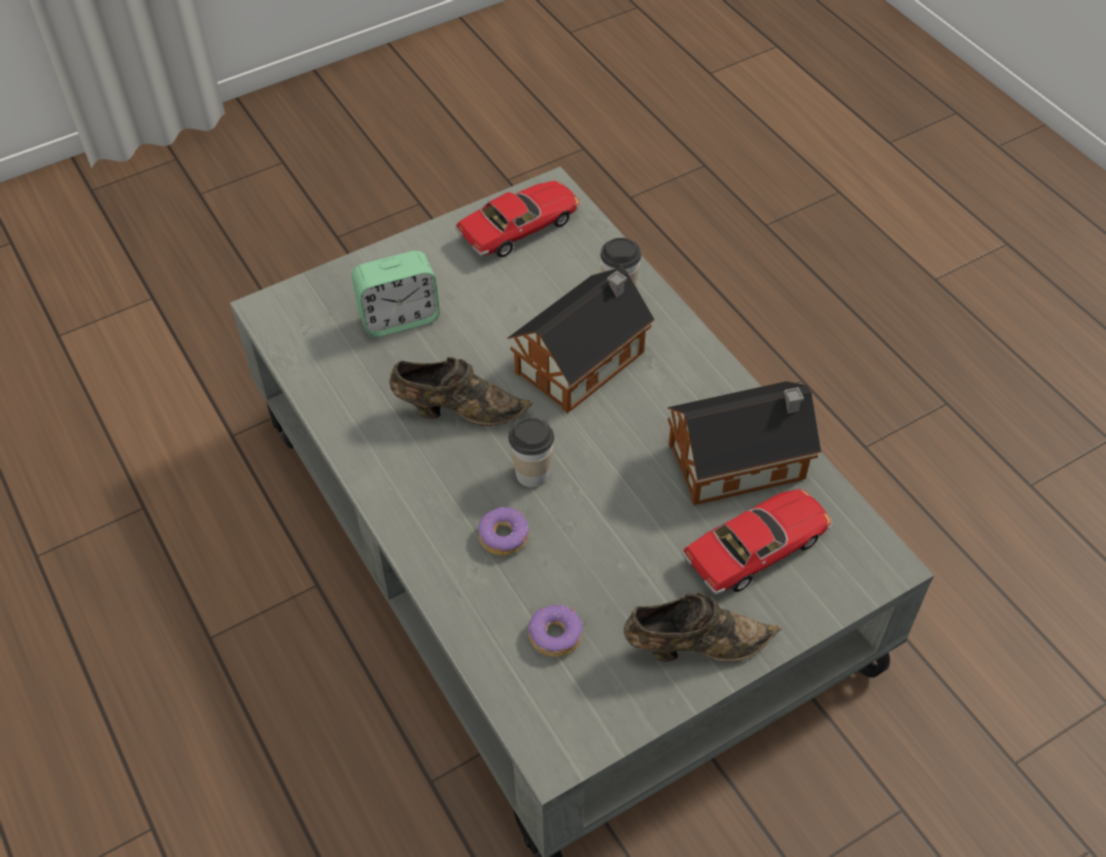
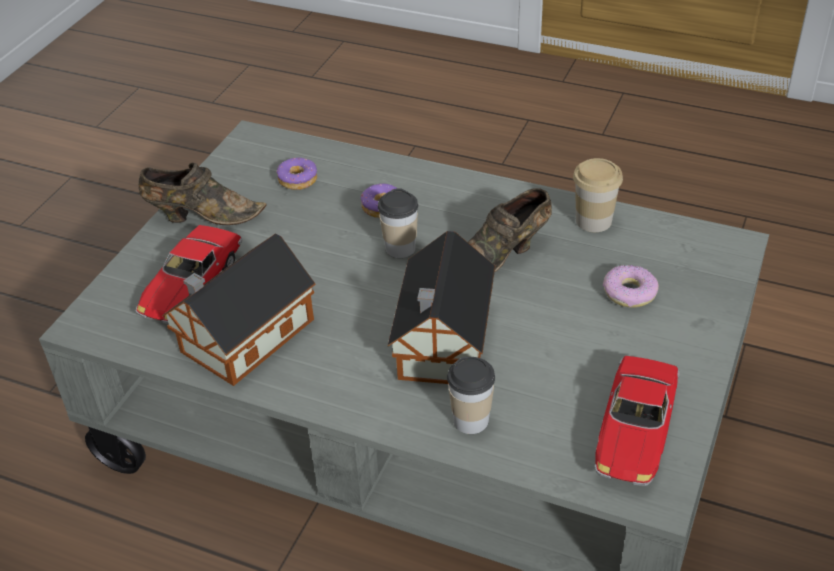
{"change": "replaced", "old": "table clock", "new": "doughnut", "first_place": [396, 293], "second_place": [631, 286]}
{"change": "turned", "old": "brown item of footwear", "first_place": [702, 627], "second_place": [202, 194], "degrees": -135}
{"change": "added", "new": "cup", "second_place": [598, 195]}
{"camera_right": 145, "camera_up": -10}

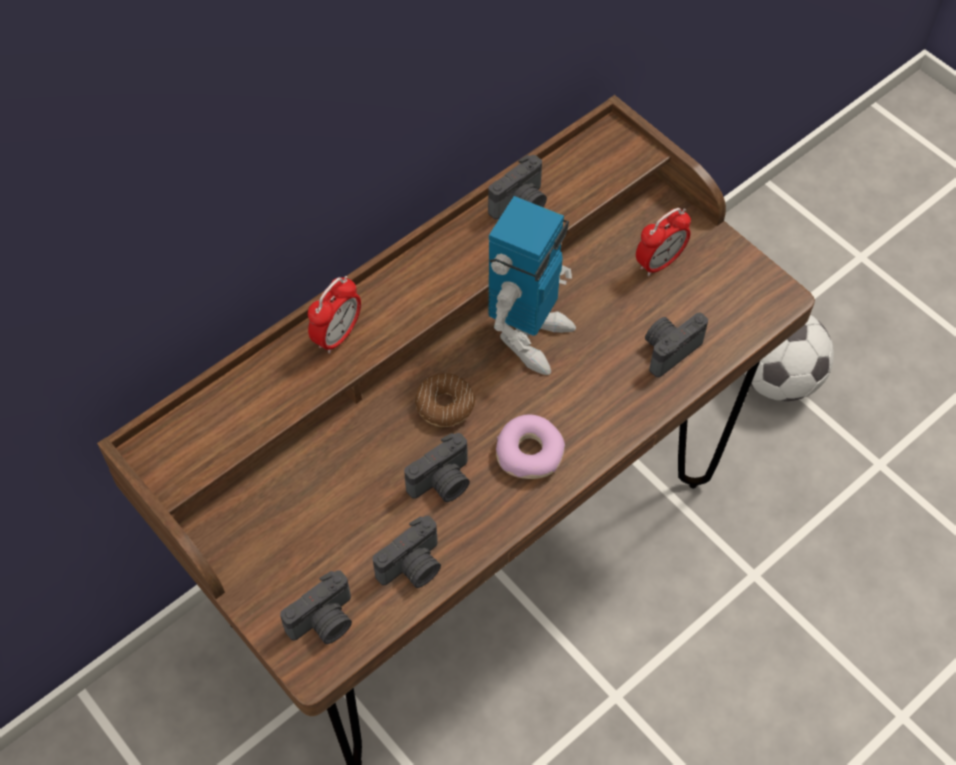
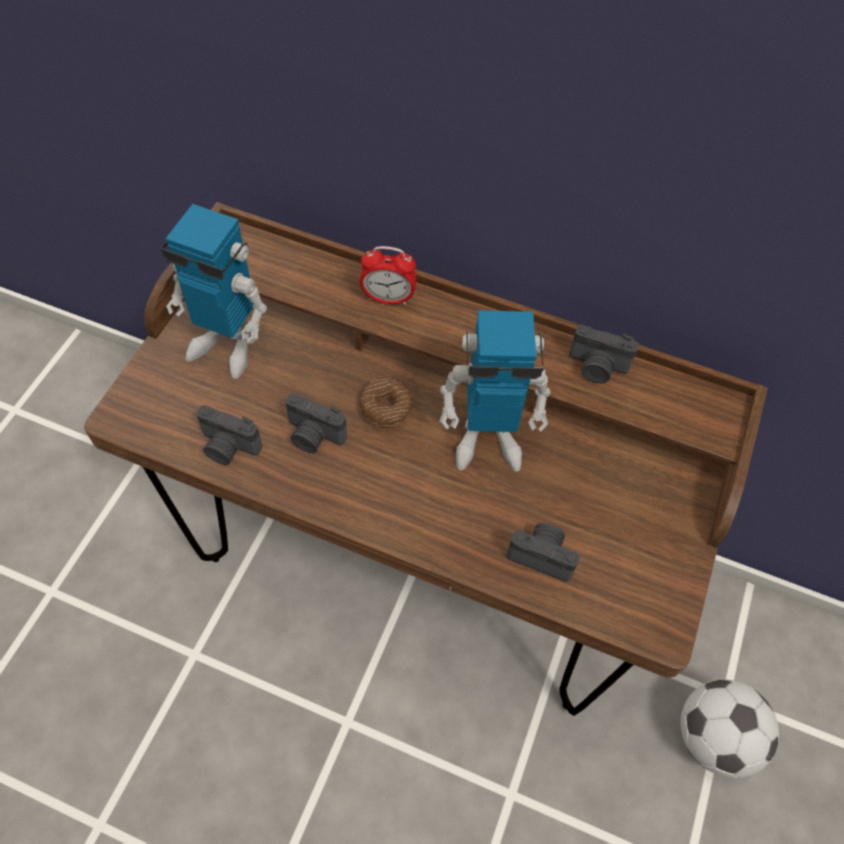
{"change": "removed", "old": "still camera", "first_place": [316, 607]}
{"change": "removed", "old": "doughnut", "first_place": [530, 447]}
{"change": "removed", "old": "table clock", "first_place": [663, 242]}
{"change": "added", "new": "toy robot", "second_place": [214, 291]}
{"camera_right": 60, "camera_up": 0}

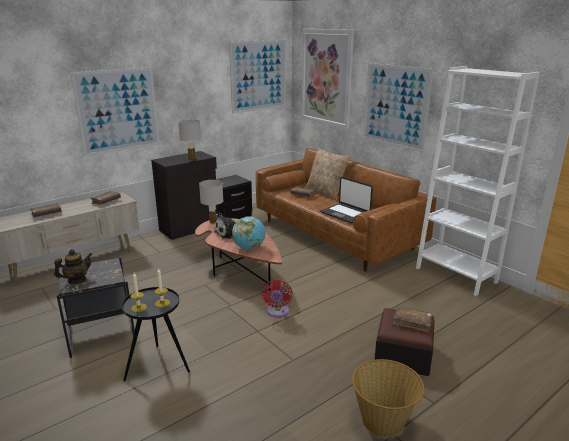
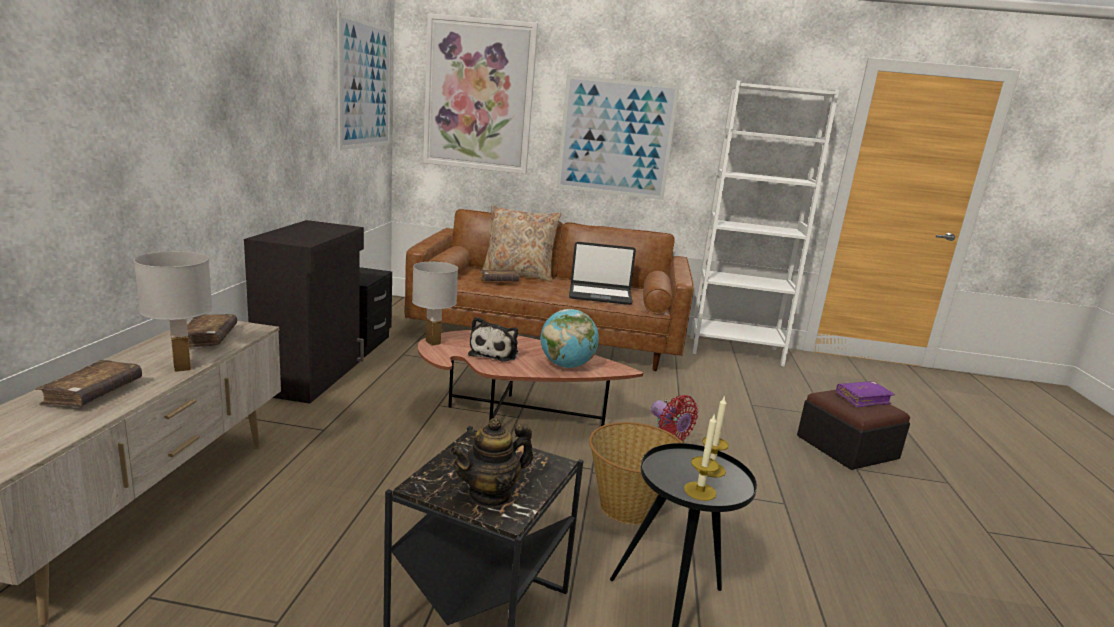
{"change": "turned", "old": "tea pot", "first_place": [73, 266], "second_place": [491, 462], "degrees": -135}
{"change": "removed", "old": "wall art", "first_place": [115, 111]}
{"change": "moved", "old": "whitish table lamp", "first_place": [189, 139], "second_place": [173, 311]}
{"change": "moved", "old": "basket", "first_place": [388, 398], "second_place": [636, 473]}
{"change": "recoloured", "old": "brown bound book", "new": "purple-coloured bound book", "first_place": [412, 319], "second_place": [865, 394]}
{"camera_right": -45, "camera_up": -5}

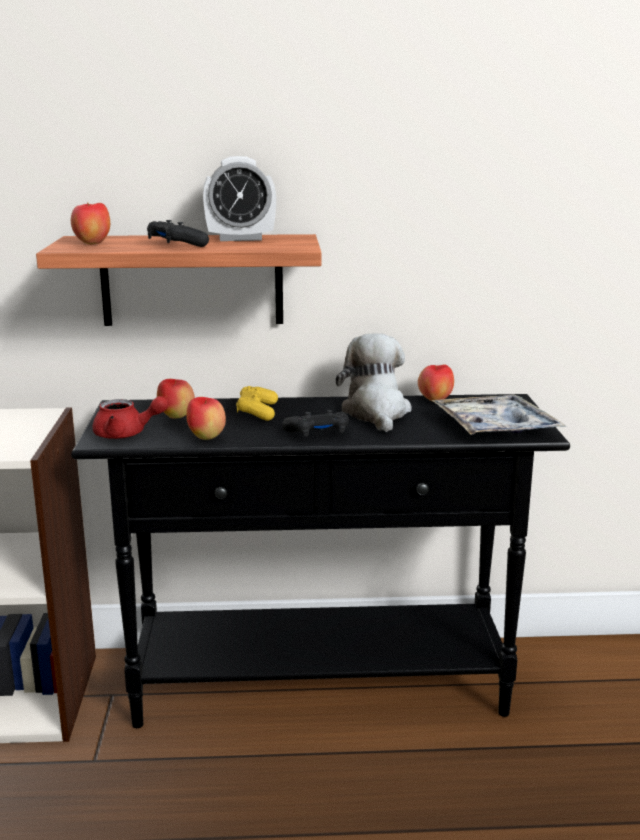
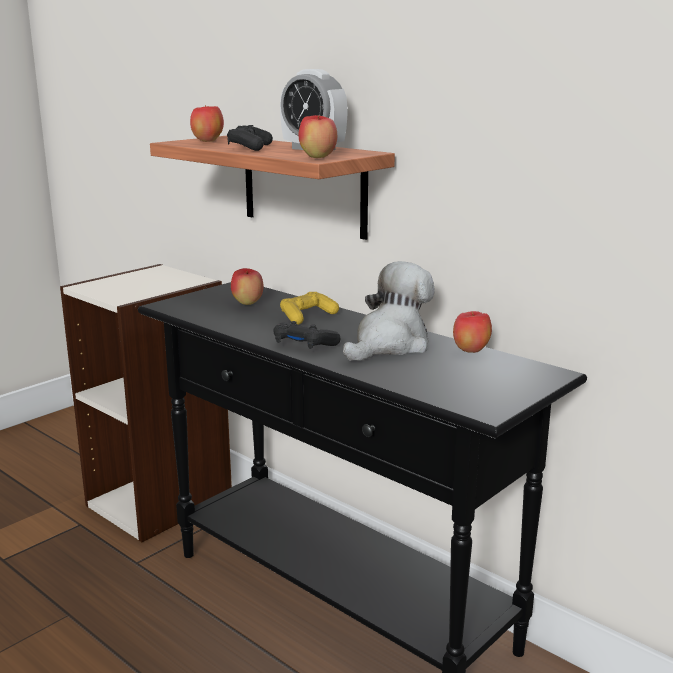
{"change": "removed", "old": "red-coloured tea pot", "first_place": [130, 417]}
{"change": "moved", "old": "whole apple", "first_place": [206, 418], "second_place": [318, 136]}
{"change": "removed", "old": "serving tray", "first_place": [499, 415]}
{"camera_right": 45, "camera_up": 0}

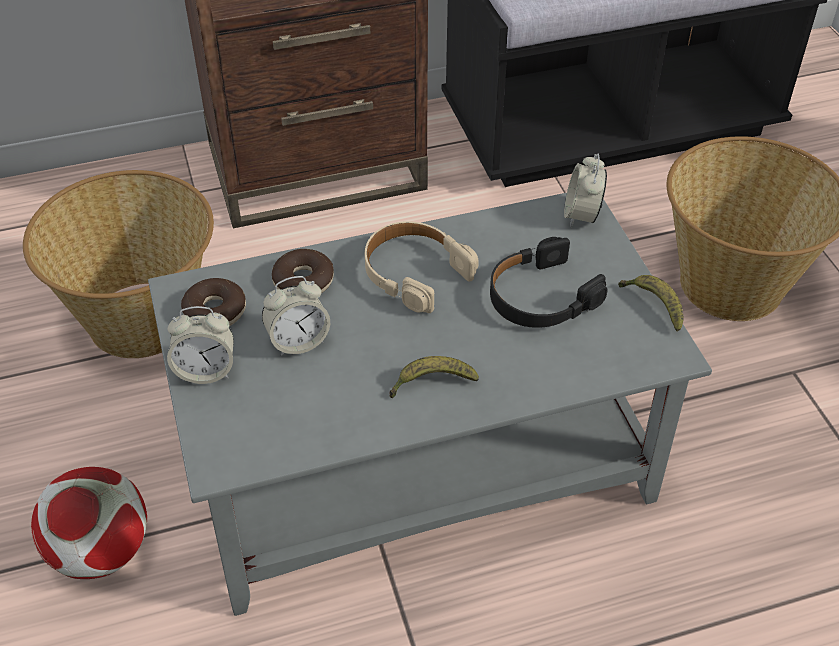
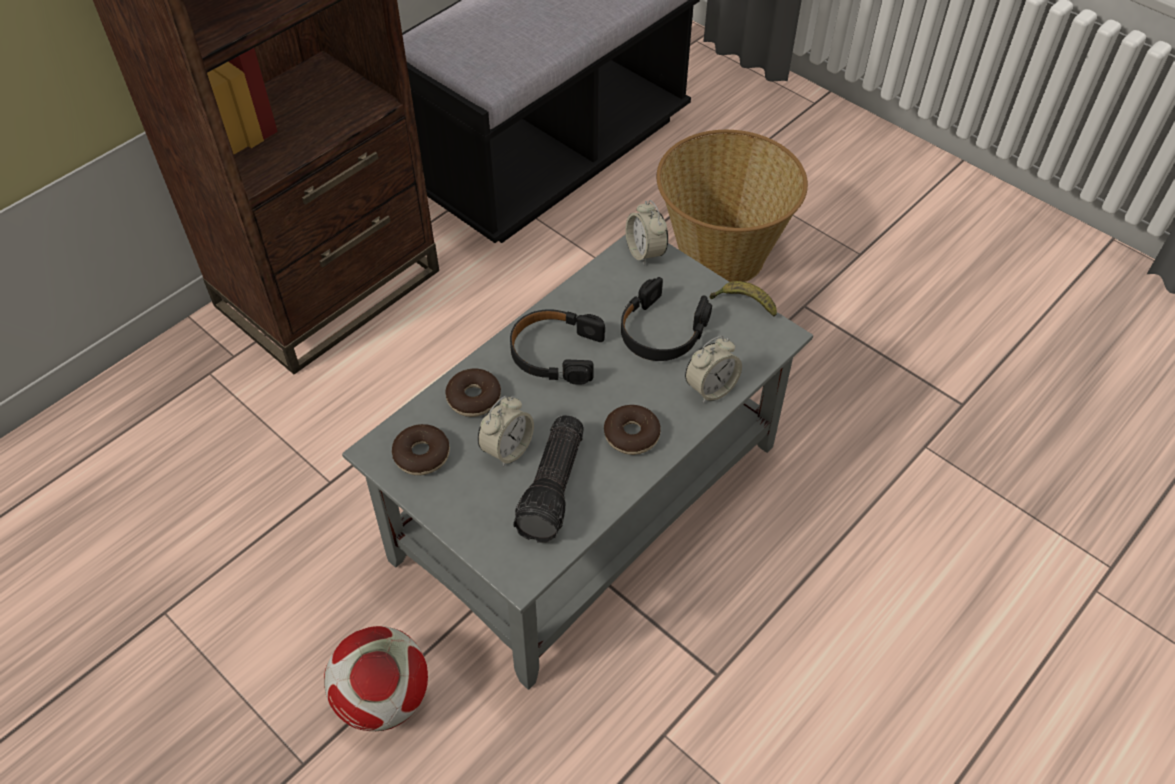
{"change": "removed", "old": "basket", "first_place": [118, 264]}
{"change": "moved", "old": "table clock", "first_place": [200, 345], "second_place": [713, 369]}
{"change": "recoloured", "old": "sand-coloured headphones", "new": "black-coloured headphones", "first_place": [422, 267], "second_place": [557, 347]}
{"change": "replaced", "old": "banana", "new": "doughnut", "first_place": [434, 377], "second_place": [632, 430]}
{"change": "added", "new": "flashlight", "second_place": [548, 479]}
{"camera_right": -30, "camera_up": 5}

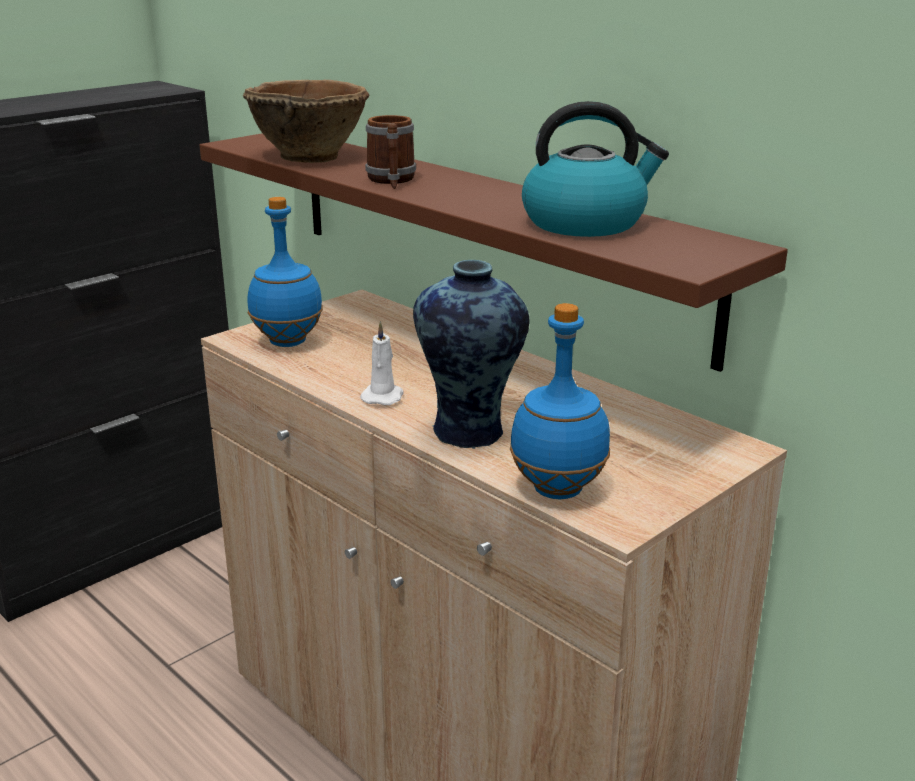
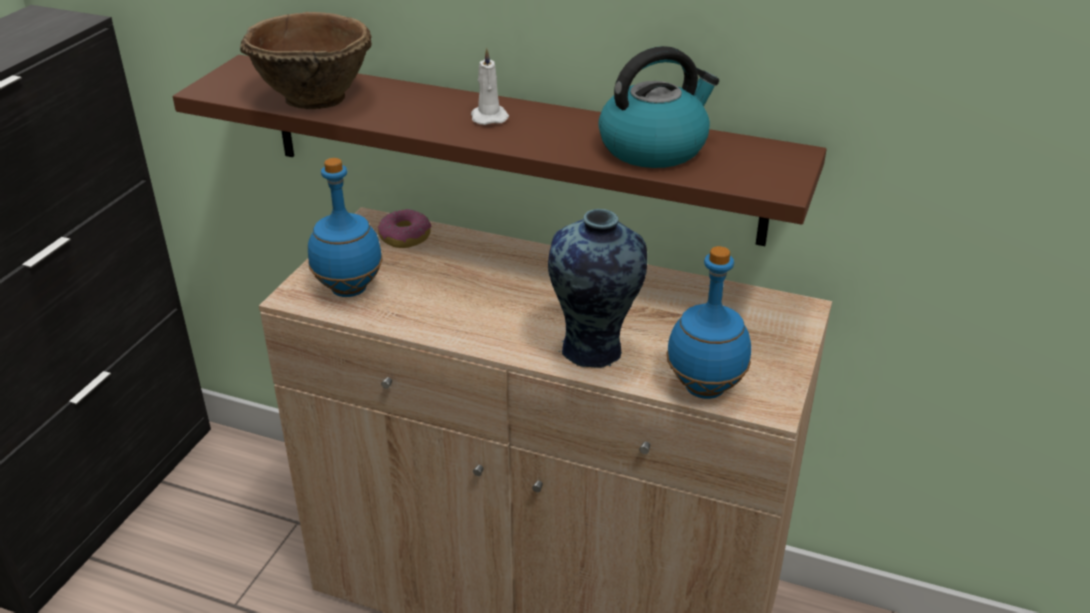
{"change": "moved", "old": "whitish wax light", "first_place": [382, 363], "second_place": [490, 86]}
{"change": "removed", "old": "coffee mug", "first_place": [390, 152]}
{"change": "added", "new": "doughnut", "second_place": [404, 228]}
{"camera_right": -25, "camera_up": 10}

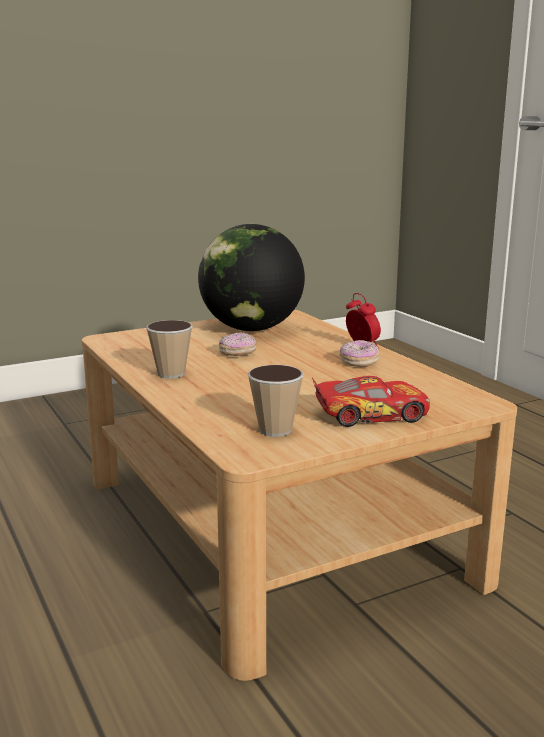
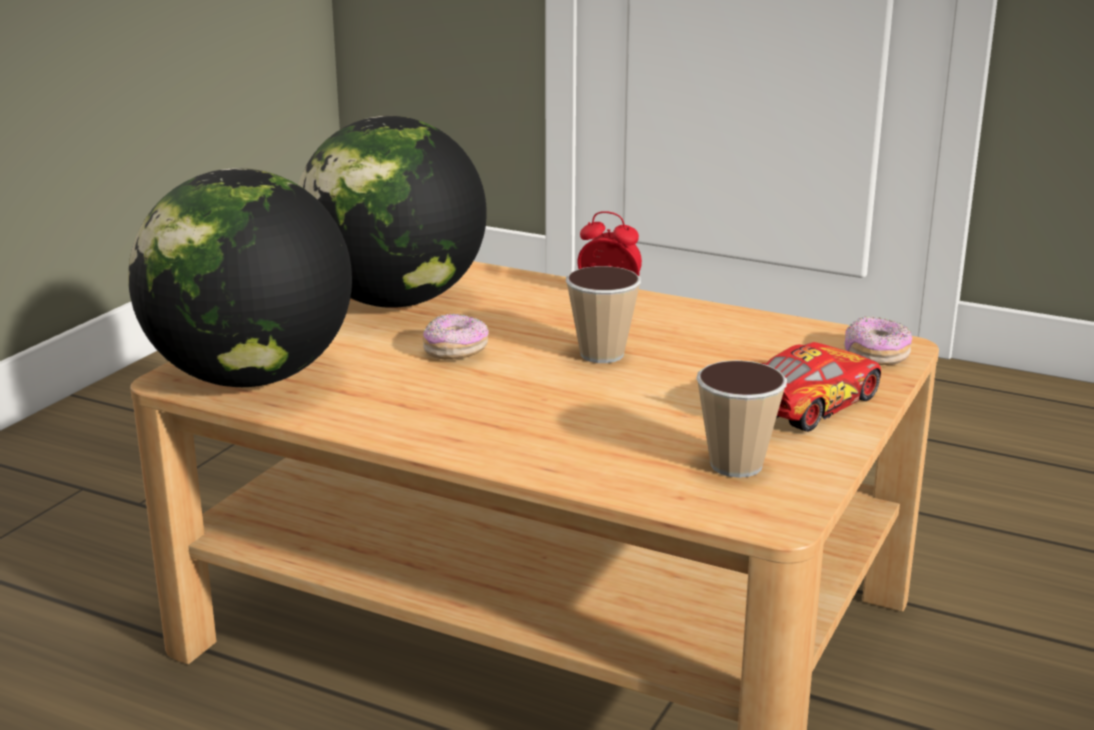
{"change": "moved", "old": "cup", "first_place": [169, 349], "second_place": [603, 314]}
{"change": "moved", "old": "doughnut", "first_place": [360, 353], "second_place": [878, 340]}
{"change": "added", "new": "desk globe", "second_place": [240, 277]}
{"camera_right": -35, "camera_up": 5}

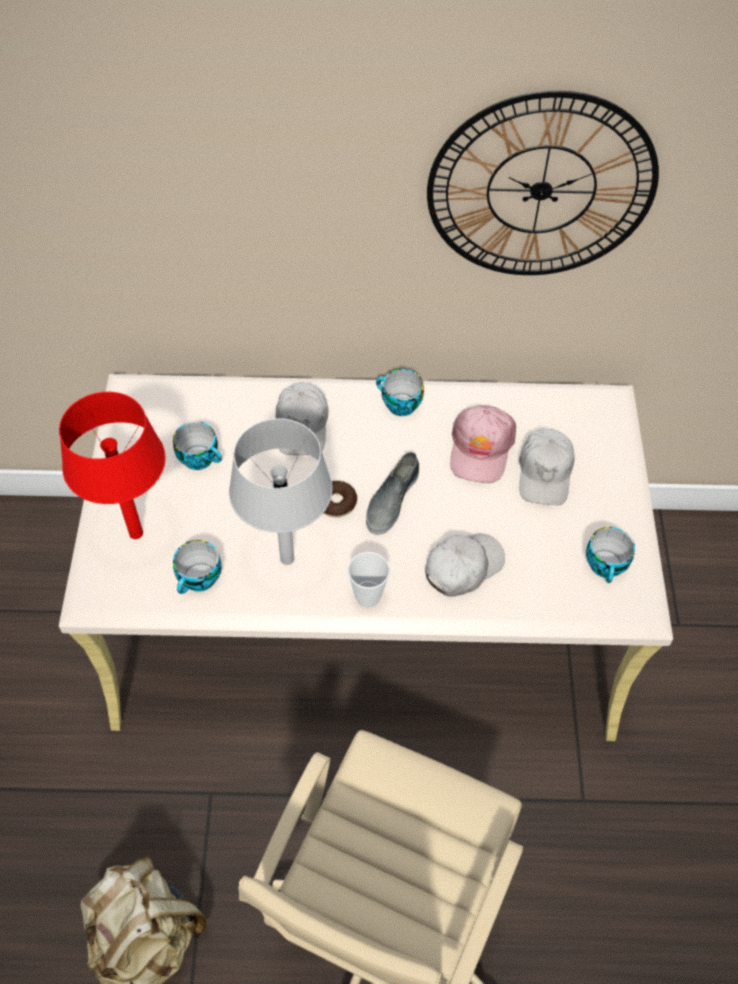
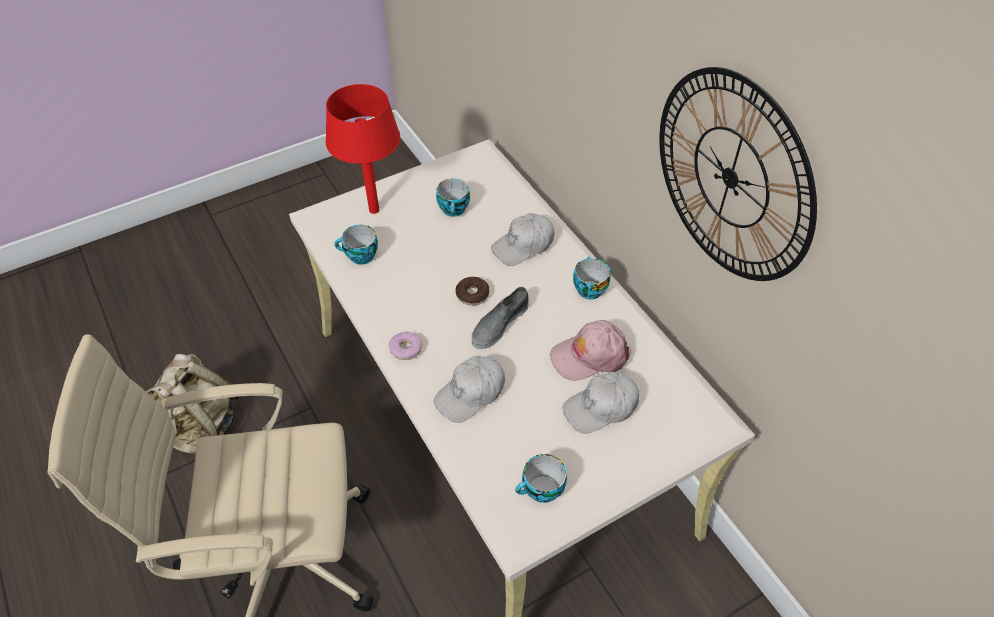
{"change": "removed", "old": "gray table lamp", "first_place": [281, 491]}
{"change": "replaced", "old": "cup", "new": "doughnut", "first_place": [369, 580], "second_place": [405, 346]}
{"change": "turned", "old": "gray item of footwear", "first_place": [392, 493], "second_place": [500, 318], "degrees": -45}
{"change": "turned", "old": "whitish peaked cap", "first_place": [465, 565], "second_place": [469, 389], "degrees": 120}
{"camera_right": 60, "camera_up": -5}

